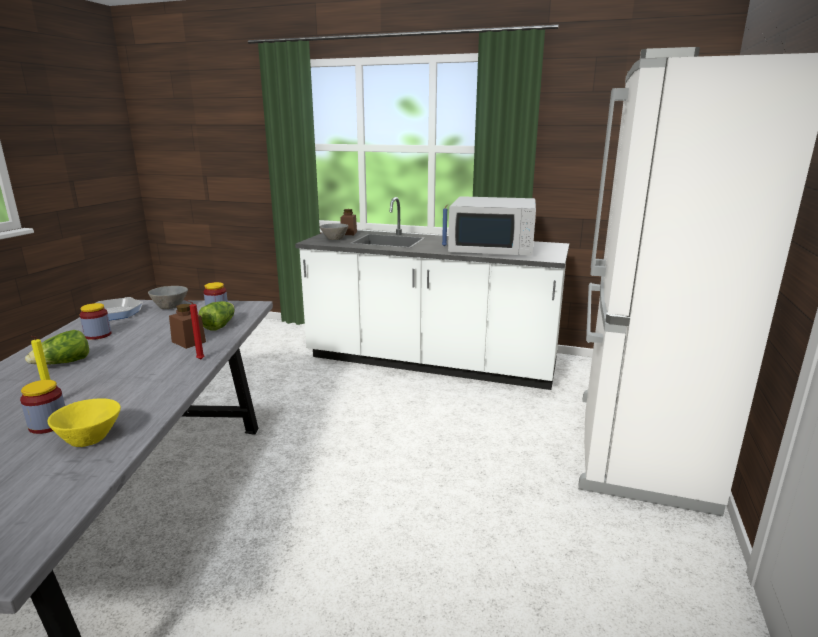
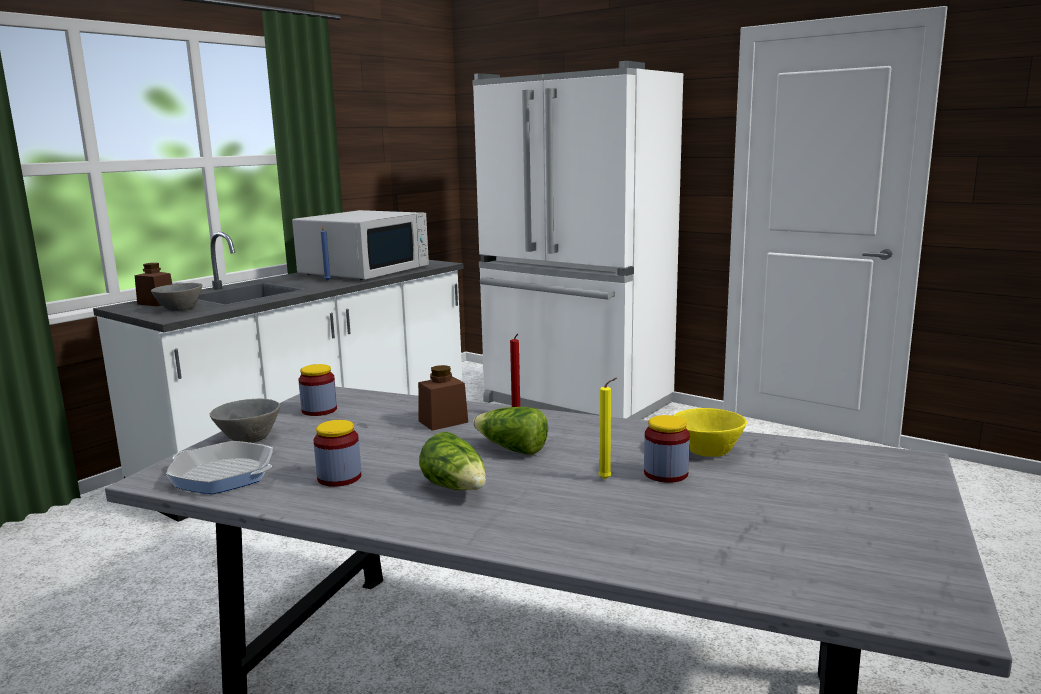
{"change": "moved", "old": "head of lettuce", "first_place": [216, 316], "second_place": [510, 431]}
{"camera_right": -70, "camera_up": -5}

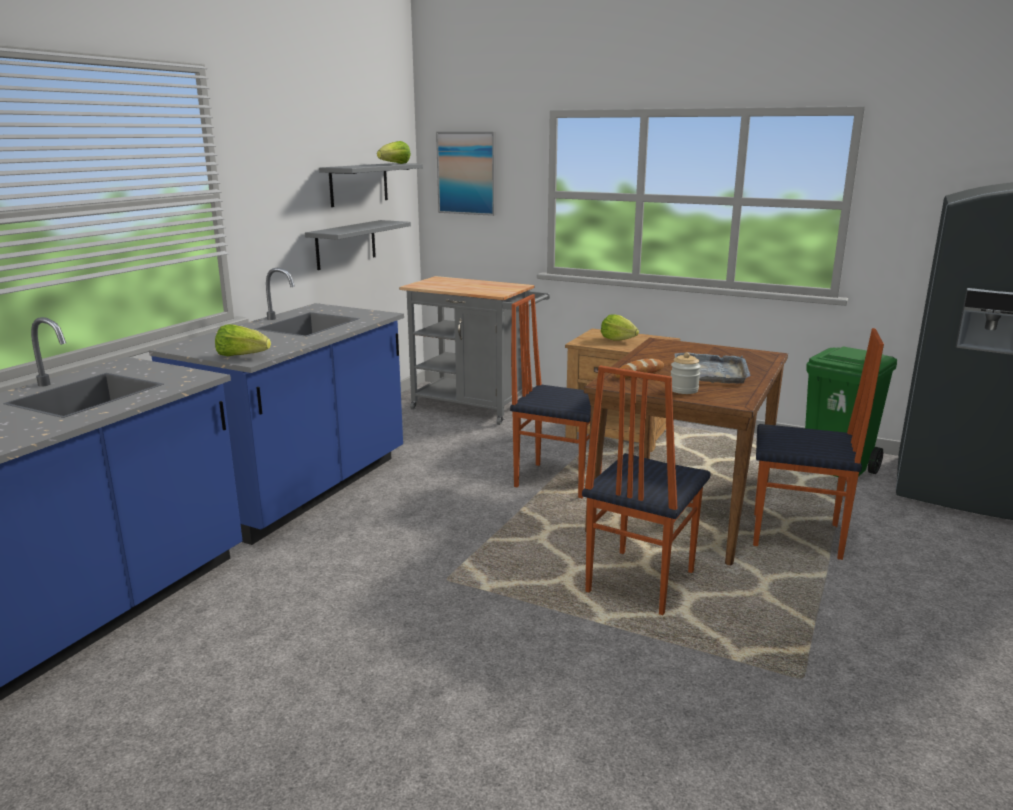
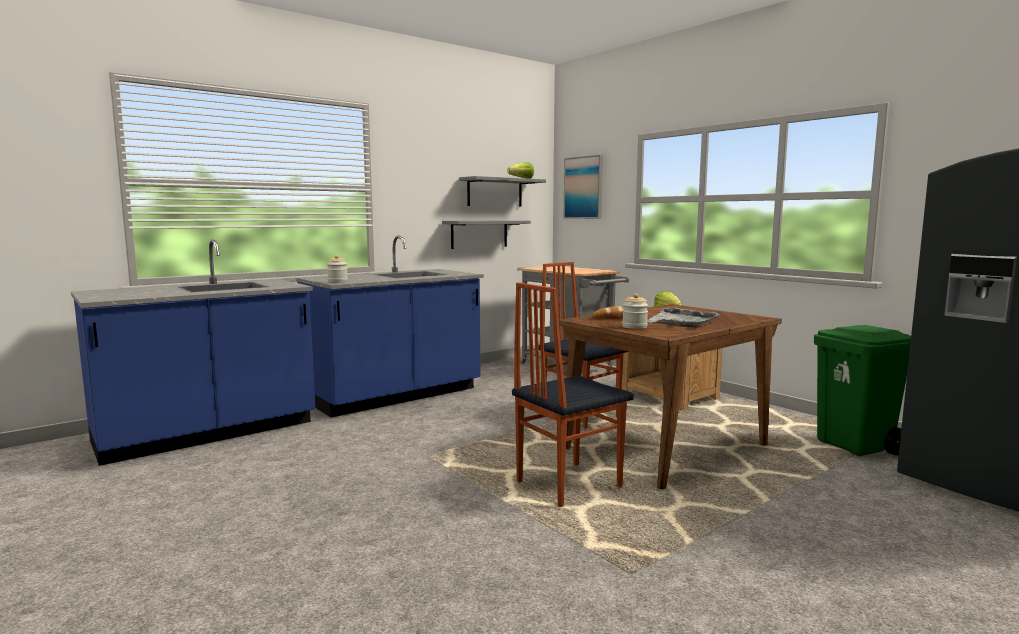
{"change": "replaced", "old": "head of lettuce", "new": "preserve jar", "first_place": [243, 340], "second_place": [337, 269]}
{"change": "removed", "old": "upright chair", "first_place": [818, 444]}
{"camera_right": 25, "camera_up": -10}

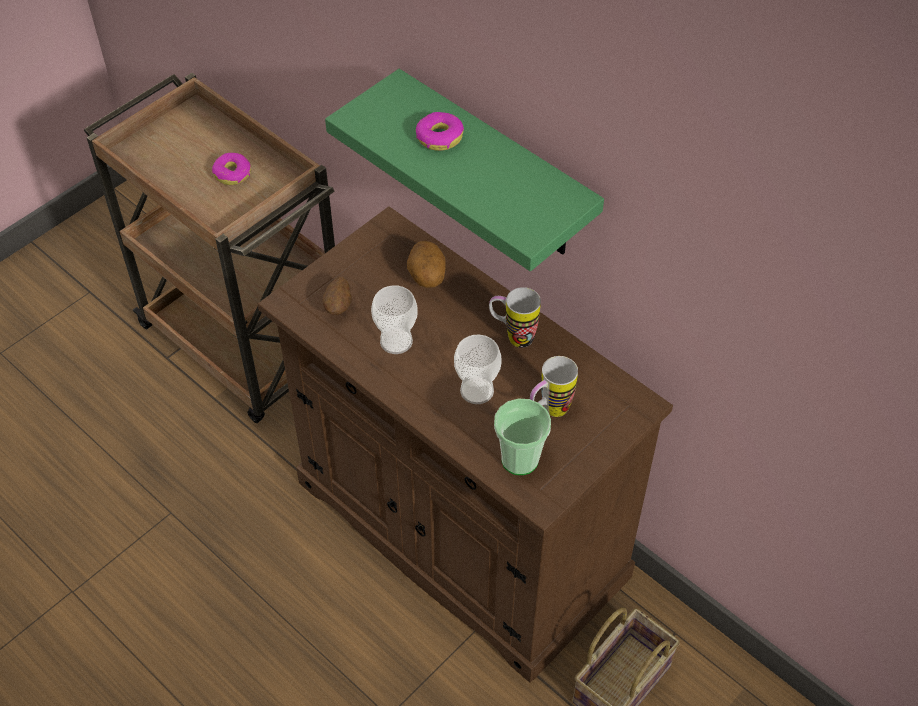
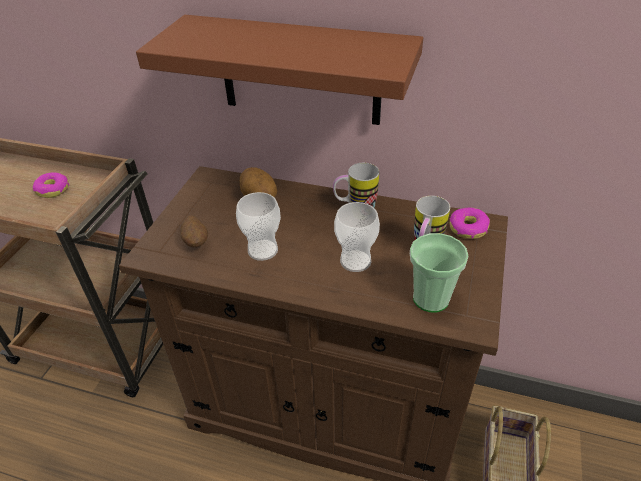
{"change": "recoloured", "old": "green bracket shelf", "new": "brown bracket shelf", "first_place": [464, 170], "second_place": [279, 70]}
{"change": "moved", "old": "doughnut", "first_place": [440, 131], "second_place": [470, 223]}
{"camera_right": -25, "camera_up": -10}

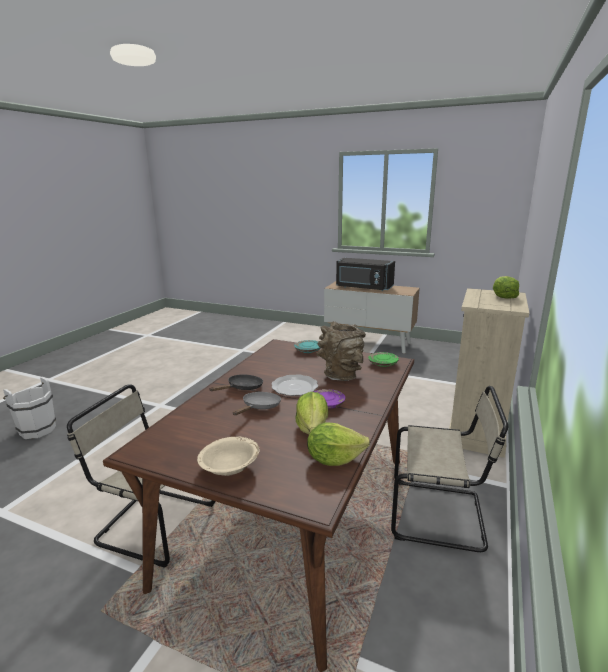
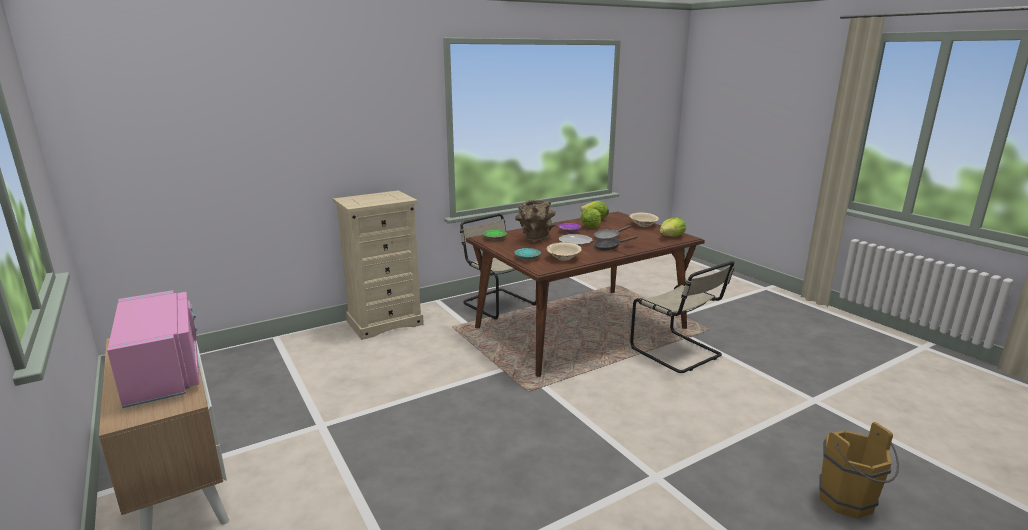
{"change": "recoloured", "old": "whitish water bucket", "new": "brown water bucket", "first_place": [29, 408], "second_place": [859, 470]}
{"change": "recoloured", "old": "black-coloured kitchen microwave", "new": "pinkish kitchen microwave", "first_place": [365, 274], "second_place": [153, 349]}
{"change": "moved", "old": "head of lettuce", "first_place": [506, 287], "second_place": [673, 227]}
{"change": "added", "new": "sand-coloured serving bowl", "second_place": [564, 251]}
{"camera_right": -145, "camera_up": 0}

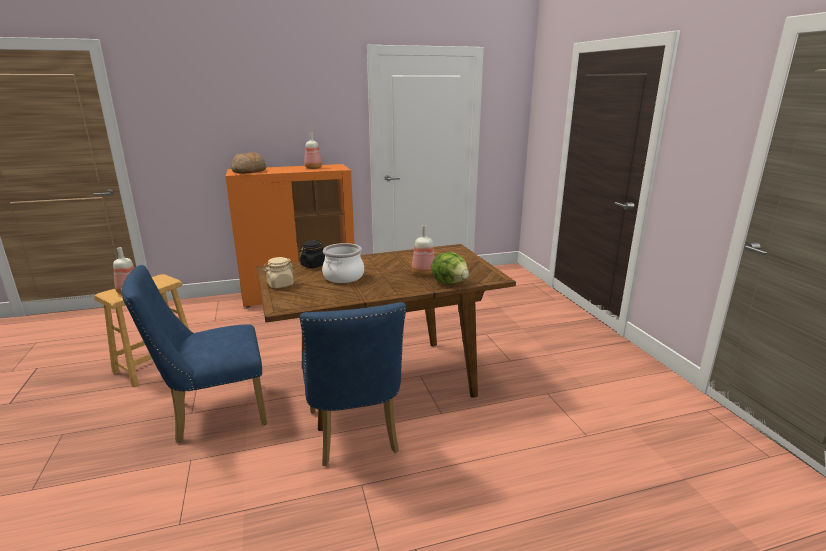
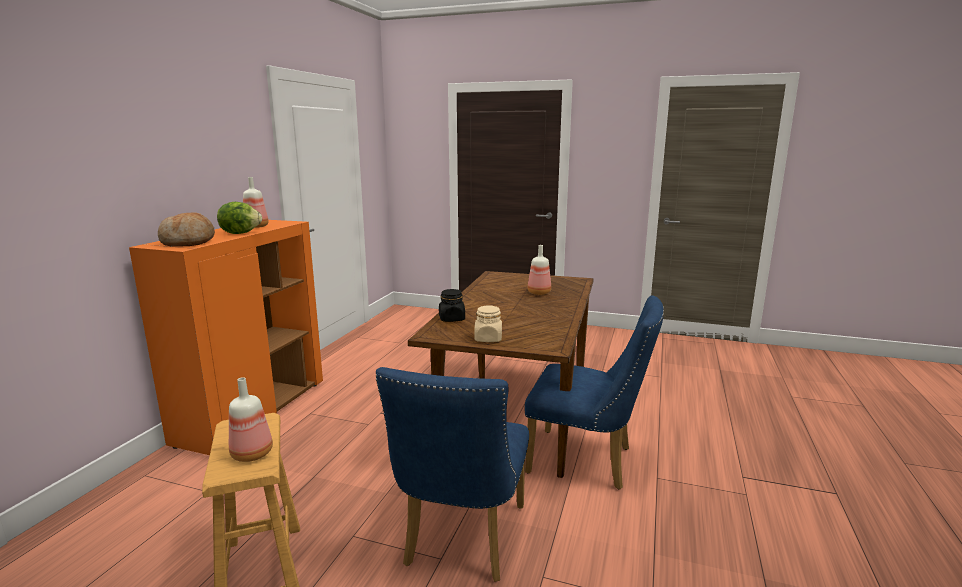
{"change": "removed", "old": "saucepot", "first_place": [343, 263]}
{"change": "moved", "old": "head of lettuce", "first_place": [450, 268], "second_place": [239, 218]}
{"camera_right": -55, "camera_up": -5}

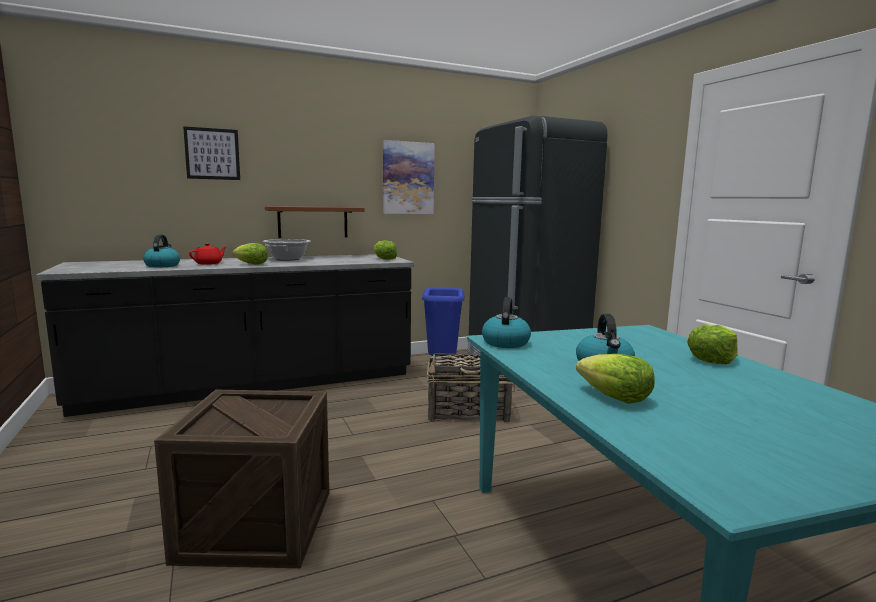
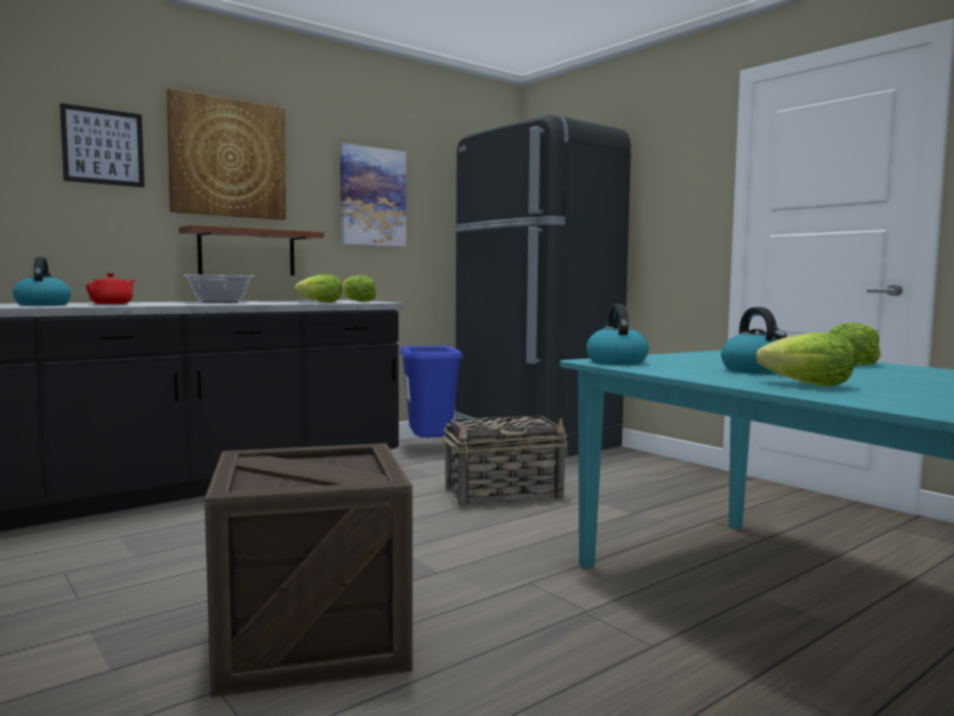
{"change": "moved", "old": "head of lettuce", "first_place": [250, 253], "second_place": [318, 289]}
{"change": "added", "new": "wall art", "second_place": [226, 154]}
{"camera_right": -15, "camera_up": -5}

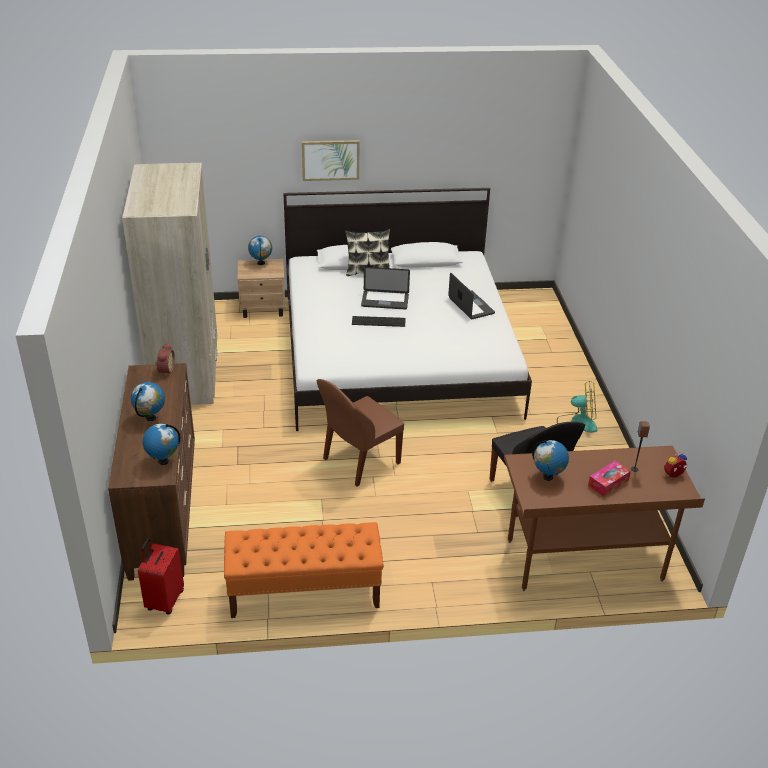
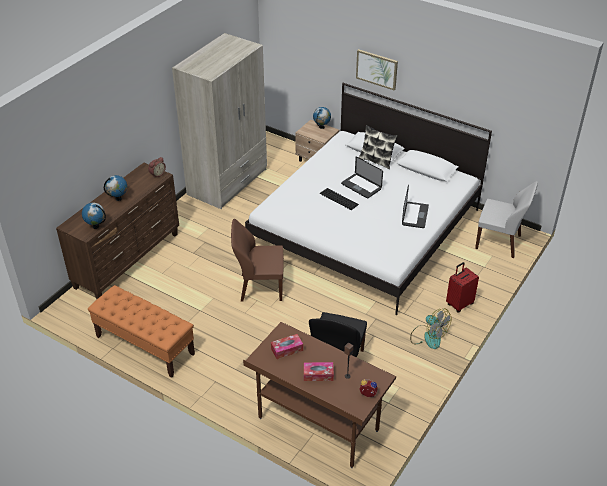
{"change": "moved", "old": "red-coloured piece of luggage", "first_place": [161, 576], "second_place": [462, 287]}
{"change": "replaced", "old": "desk globe", "new": "tissue holder", "first_place": [550, 460], "second_place": [287, 346]}
{"change": "added", "new": "whitish upright chair", "second_place": [506, 219]}
{"camera_right": 40, "camera_up": 5}

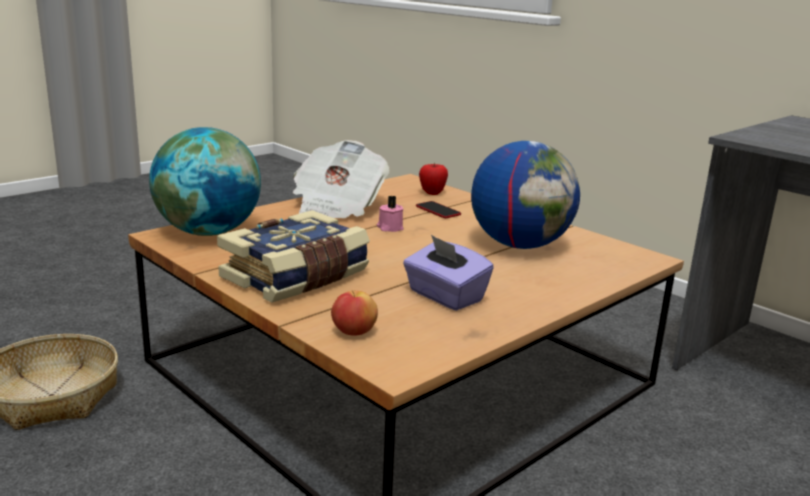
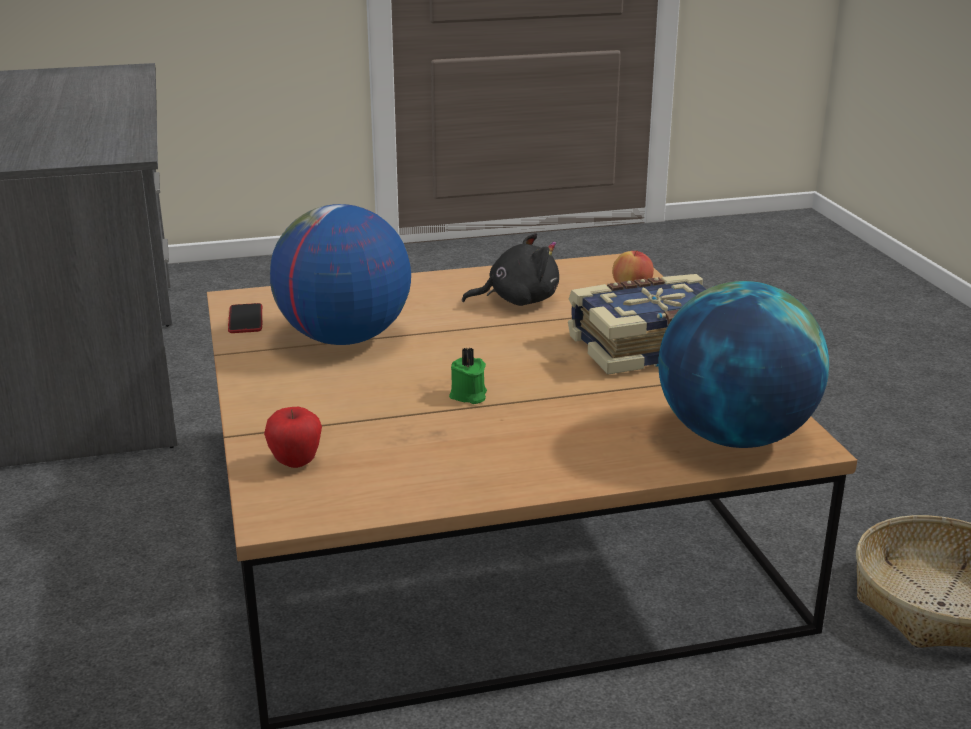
{"change": "removed", "old": "newspaper", "first_place": [341, 179]}
{"change": "recoloured", "old": "pinkish wax light", "new": "green wax light", "first_place": [390, 213], "second_place": [468, 375]}
{"change": "replaced", "old": "purple-coloured tissue holder", "new": "black-coloured plush toy", "first_place": [448, 273], "second_place": [510, 269]}
{"change": "moved", "old": "telephone", "first_place": [438, 209], "second_place": [245, 318]}
{"camera_right": -150, "camera_up": 5}

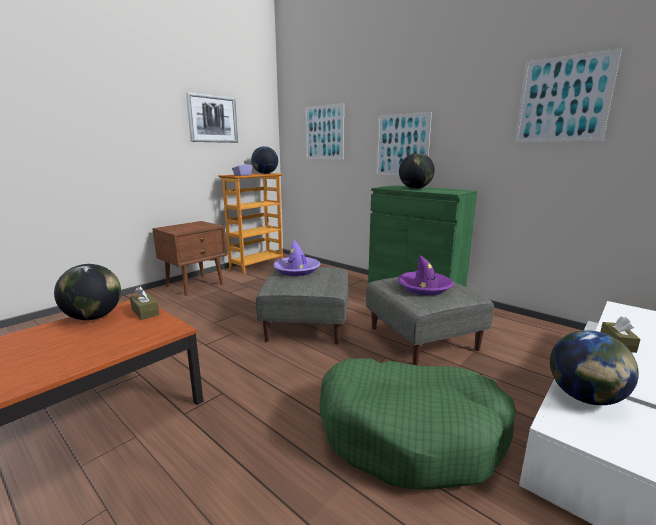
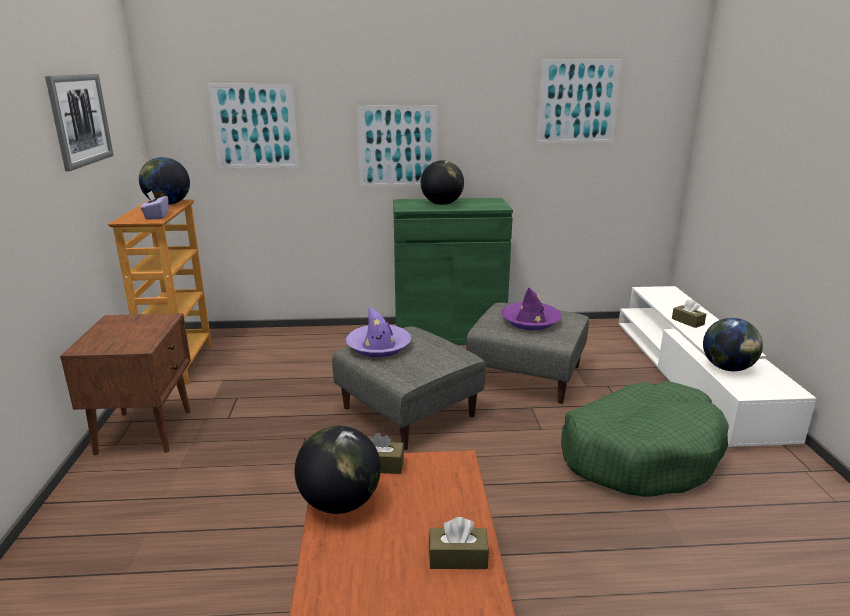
{"change": "added", "new": "brown tissue holder", "second_place": [459, 543]}
{"camera_right": -45, "camera_up": 5}

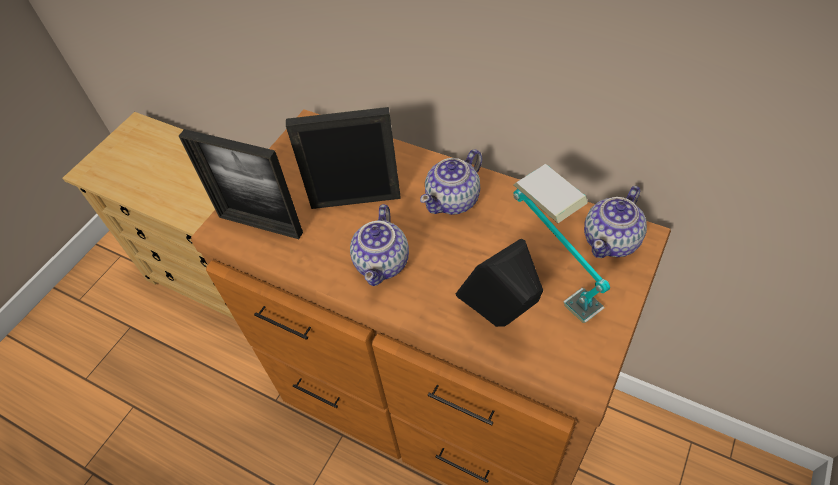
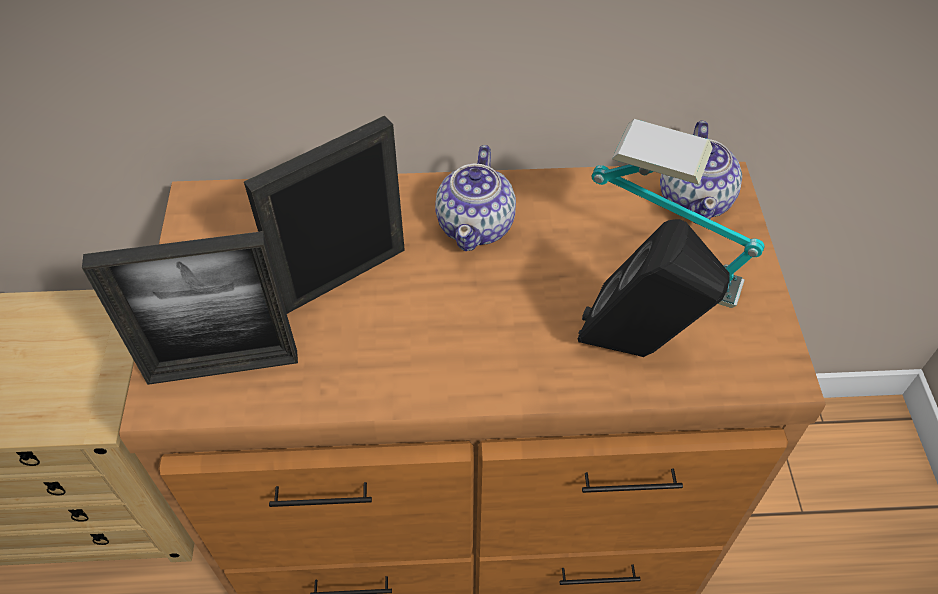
{"change": "removed", "old": "tea pot", "first_place": [379, 245]}
{"camera_right": -35, "camera_up": 0}

